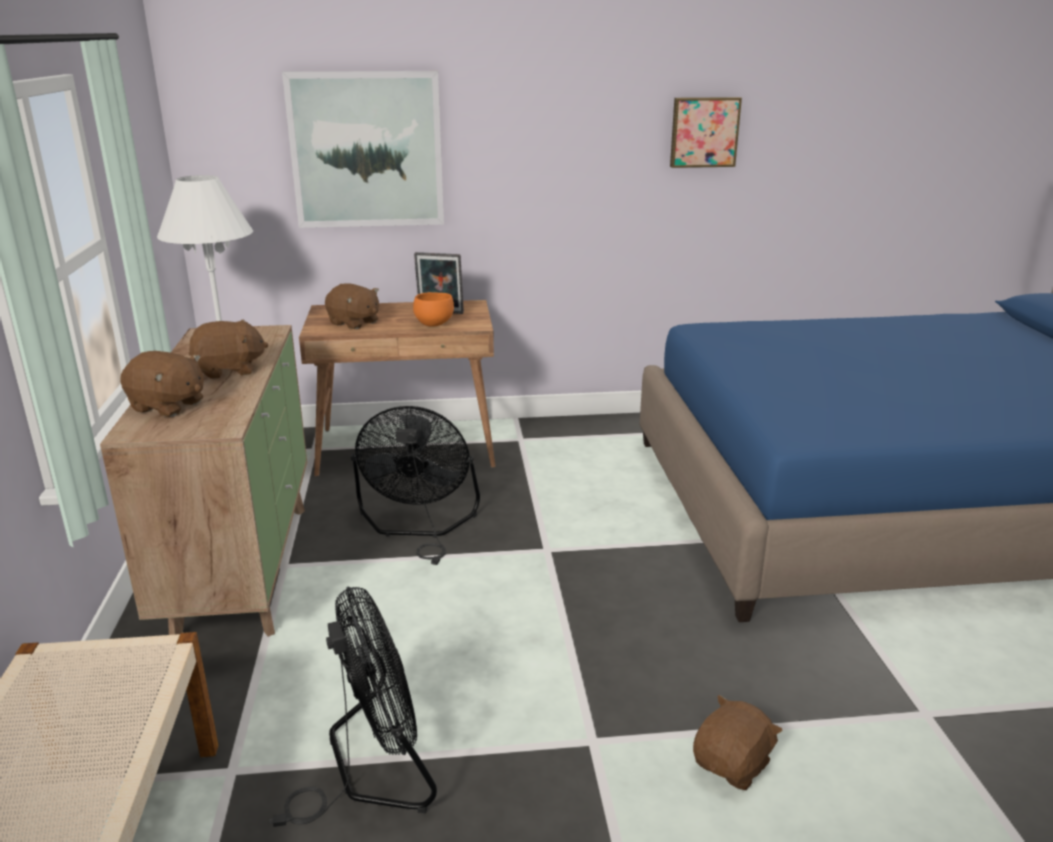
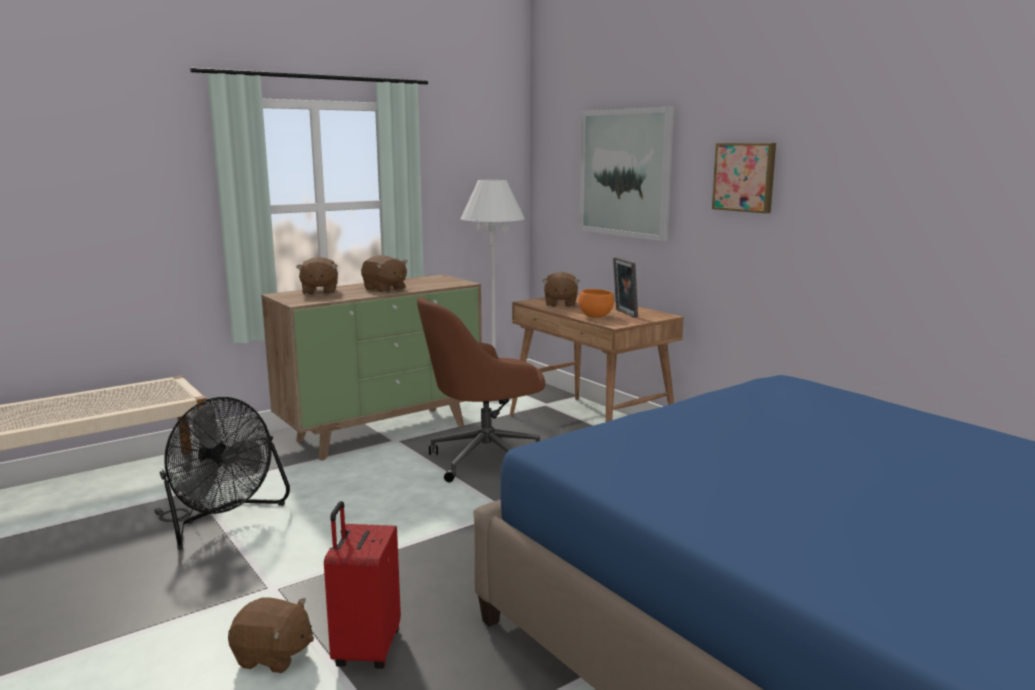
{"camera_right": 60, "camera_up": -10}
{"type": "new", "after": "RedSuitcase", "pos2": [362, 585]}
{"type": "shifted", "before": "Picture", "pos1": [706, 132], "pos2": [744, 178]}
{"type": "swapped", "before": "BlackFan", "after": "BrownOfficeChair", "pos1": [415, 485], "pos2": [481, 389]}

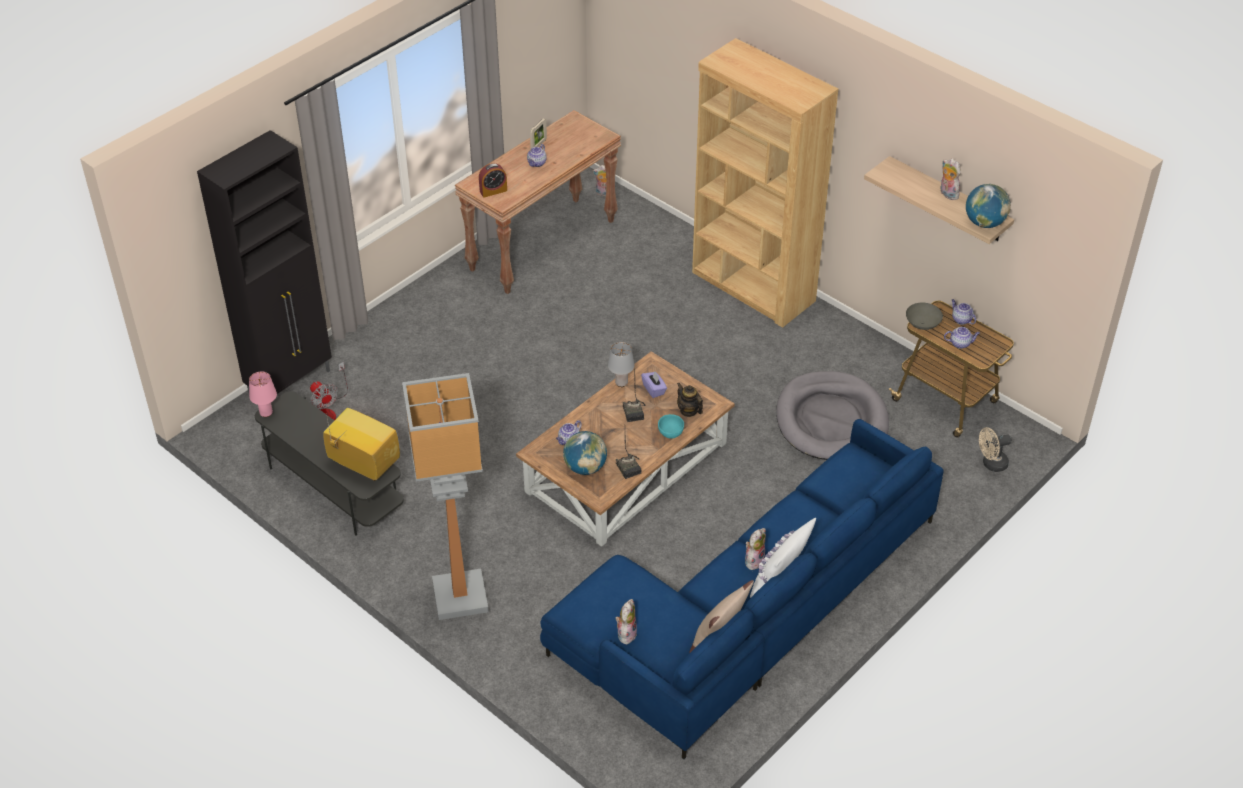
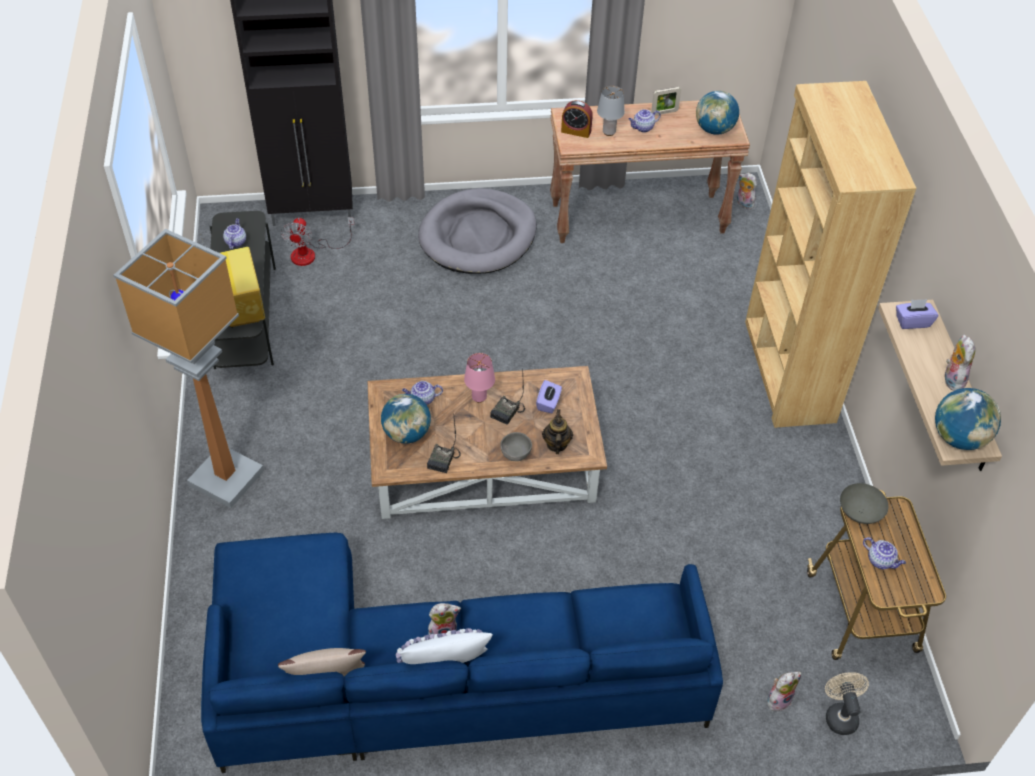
{"camera_right": 40, "camera_up": 5}
{"type": "new", "after": "Globe", "pos2": [717, 113]}
{"type": "new", "after": "PurpleTissueBox", "pos2": [917, 314]}
{"type": "shifted", "before": "PinkTableLamp", "pos1": [263, 394], "pos2": [479, 378]}
{"type": "shifted", "before": "GreyTableLamp", "pos1": [621, 364], "pos2": [611, 111]}
{"type": "shifted", "before": "PlushToy", "pos1": [626, 621], "pos2": [784, 691]}
{"type": "shifted", "before": "GreyDogBed", "pos1": [832, 415], "pos2": [477, 231]}
{"type": "shifted", "before": "Teapot", "pos1": [964, 312], "pos2": [234, 233]}
{"type": "repainted", "before": "TurquoiseBowl", "after": "GreyBowl", "pos1": [671, 426], "pos2": [516, 446]}
{"type": "rotated", "before": "BeigeFan", "pos1": [995, 449], "pos2": [847, 703], "turn": 60}

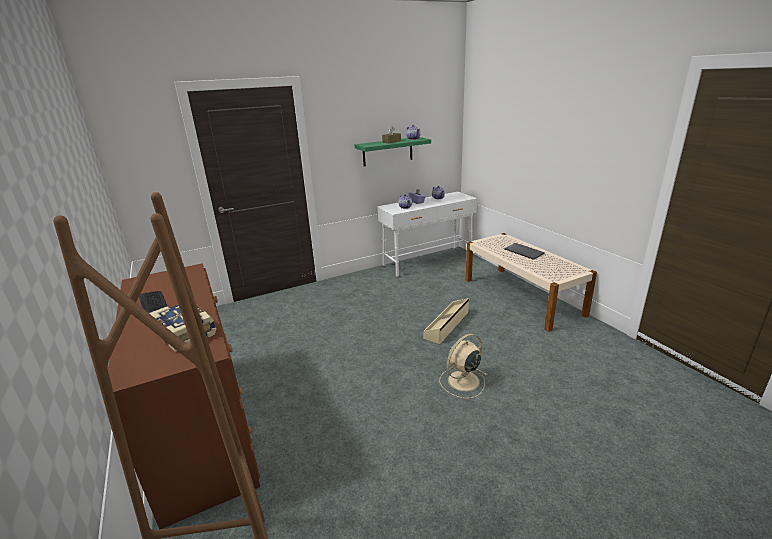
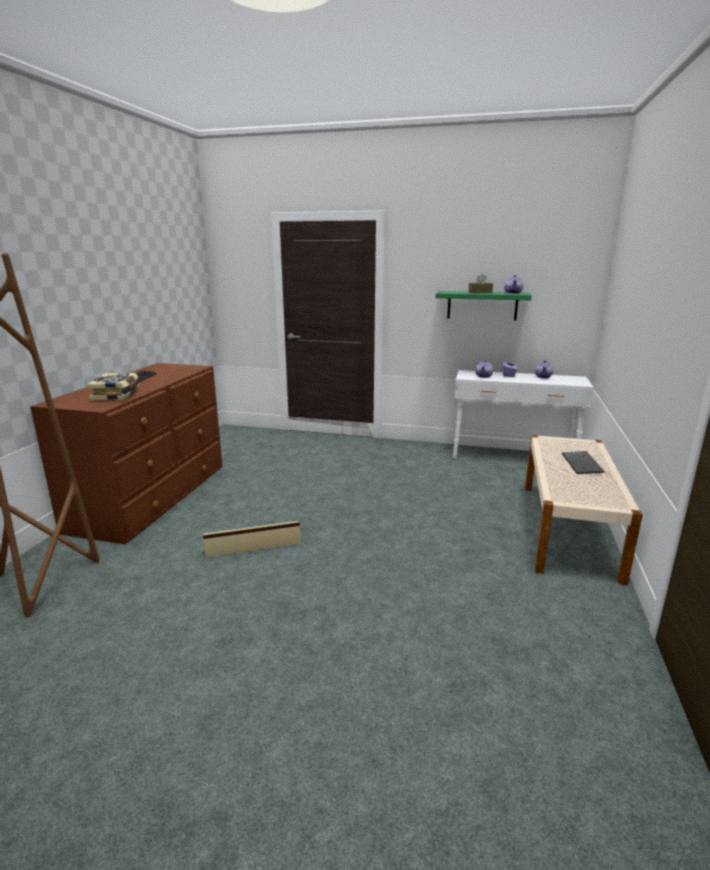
{"camera_right": 40, "camera_up": -5}
{"type": "gone", "before": "BeigeFan", "pos1": [462, 366]}
{"type": "shifted", "before": "BeigeStorageBox", "pos1": [446, 321], "pos2": [251, 539]}

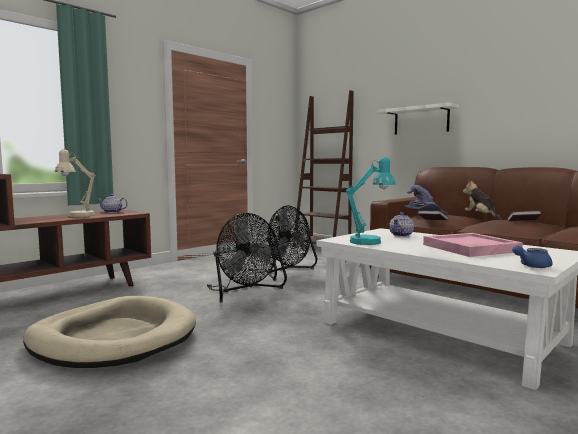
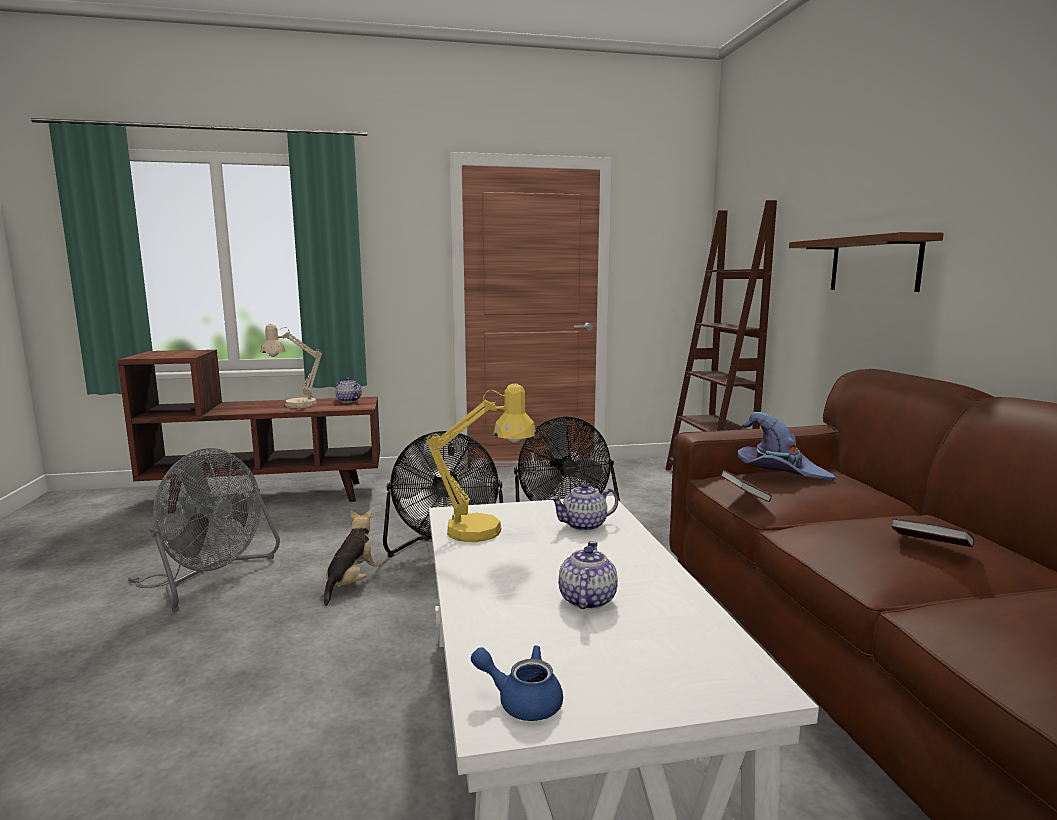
{"camera_right": 35, "camera_up": 5}
{"type": "shifted", "before": "PlushToy", "pos1": [482, 200], "pos2": [352, 558]}
{"type": "swapped", "before": "BeigeDogBed", "after": "GreyFan", "pos1": [109, 332], "pos2": [204, 530]}
{"type": "swapped", "before": "PinkTray", "after": "Teapot", "pos1": [473, 245], "pos2": [588, 575]}
{"type": "repainted", "before": "TurquoiseTableLamp", "after": "YellowTableLamp", "pos1": [371, 201], "pos2": [481, 463]}
{"type": "repainted", "before": "WhiteShelf", "after": "BrownShelf", "pos1": [418, 118], "pos2": [866, 262]}

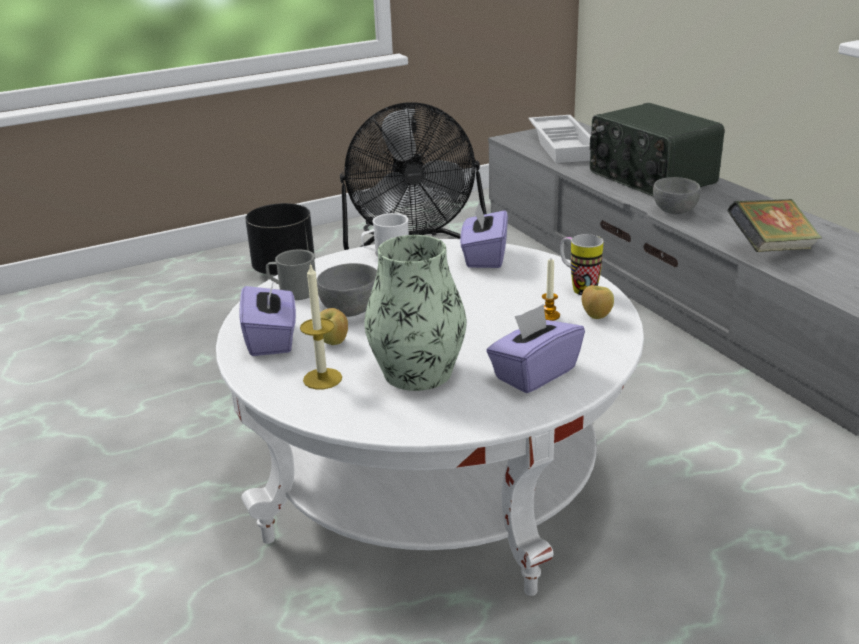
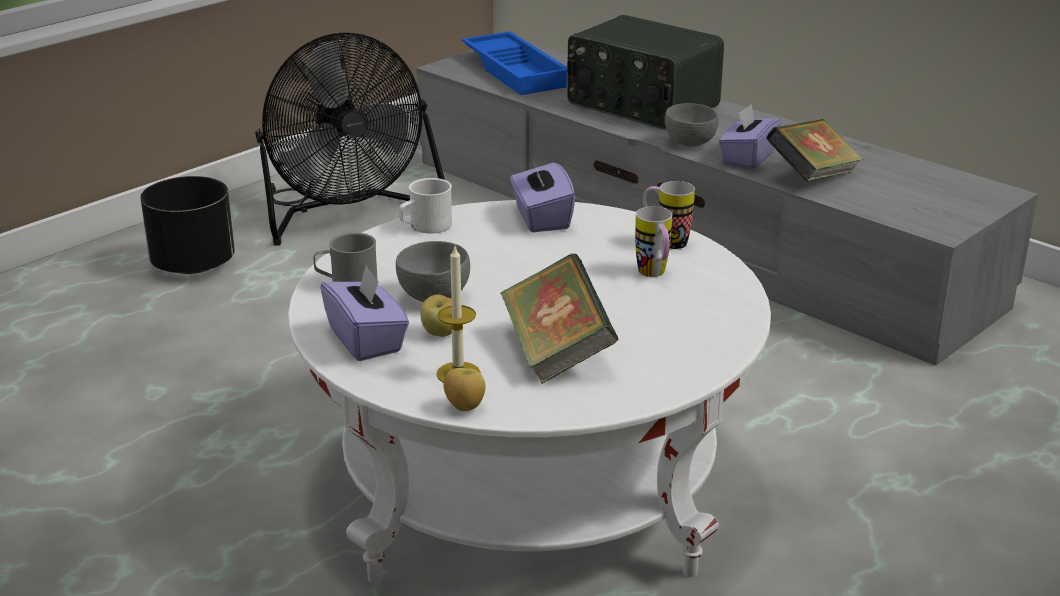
{"camera_right": -20, "camera_up": 0}
{"type": "shifted", "before": "PurpleTissueBox", "pos1": [535, 348], "pos2": [749, 136]}
{"type": "shifted", "before": "Apple", "pos1": [598, 302], "pos2": [464, 389]}
{"type": "swapped", "before": "Vase", "after": "Book", "pos1": [415, 313], "pos2": [559, 318]}
{"type": "swapped", "before": "Candle", "after": "Mug", "pos1": [551, 290], "pos2": [653, 241]}
{"type": "repainted", "before": "WhiteTray", "after": "BlueTray", "pos1": [560, 139], "pos2": [514, 63]}

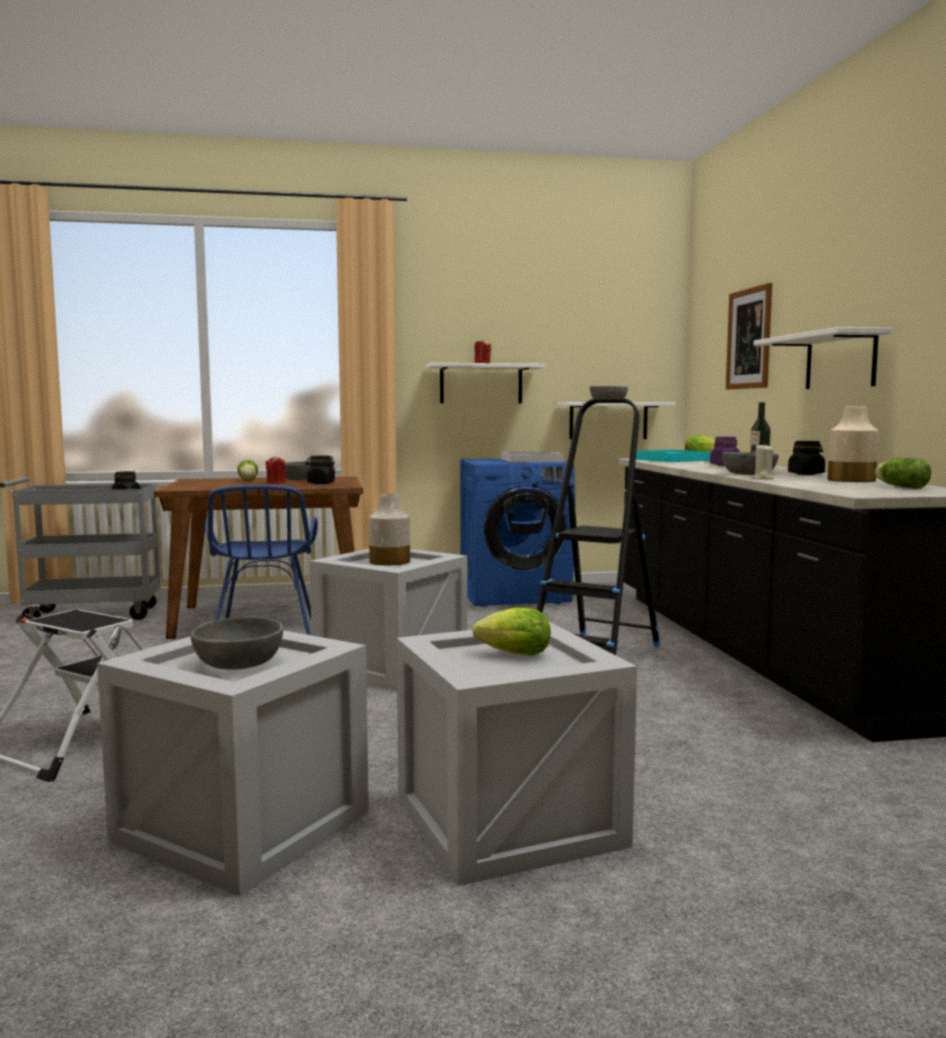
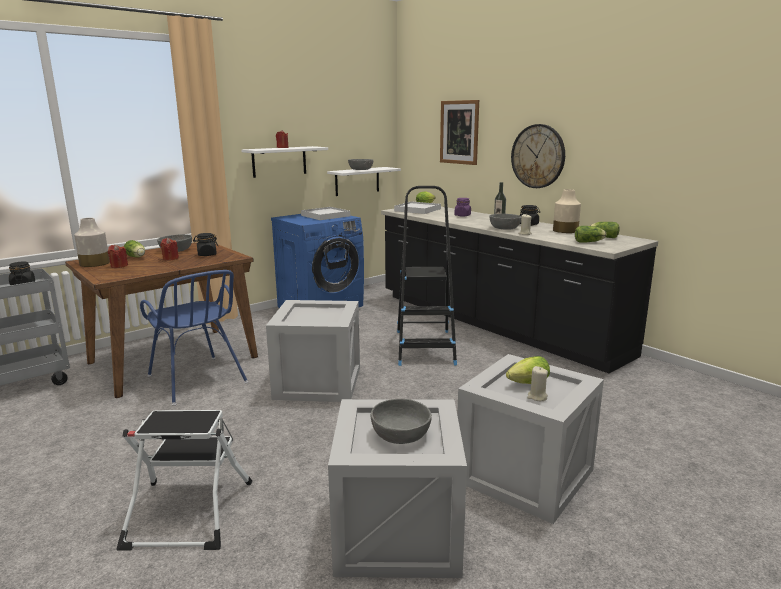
{"camera_right": -30, "camera_up": 10}
{"type": "new", "after": "RedCandle", "pos2": [118, 256]}
{"type": "new", "after": "BeigeCandle", "pos2": [537, 383]}
{"type": "new", "after": "Lettuce", "pos2": [590, 234]}
{"type": "shifted", "before": "BeigeVase", "pos1": [389, 529], "pos2": [92, 242]}
{"type": "swapped", "before": "WhiteShelf", "after": "WallClock", "pos1": [823, 358], "pos2": [538, 156]}
{"type": "repainted", "before": "TurquoiseTray", "after": "WhiteTray", "pos1": [673, 456], "pos2": [417, 207]}

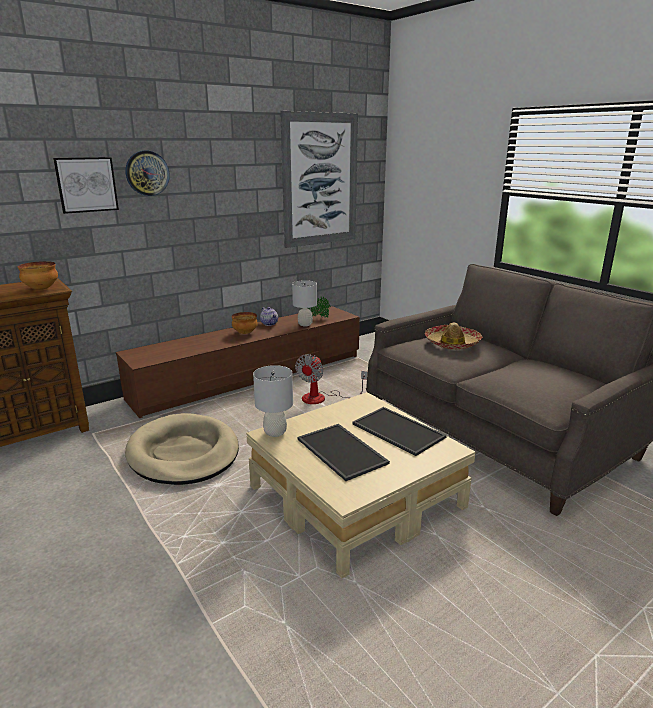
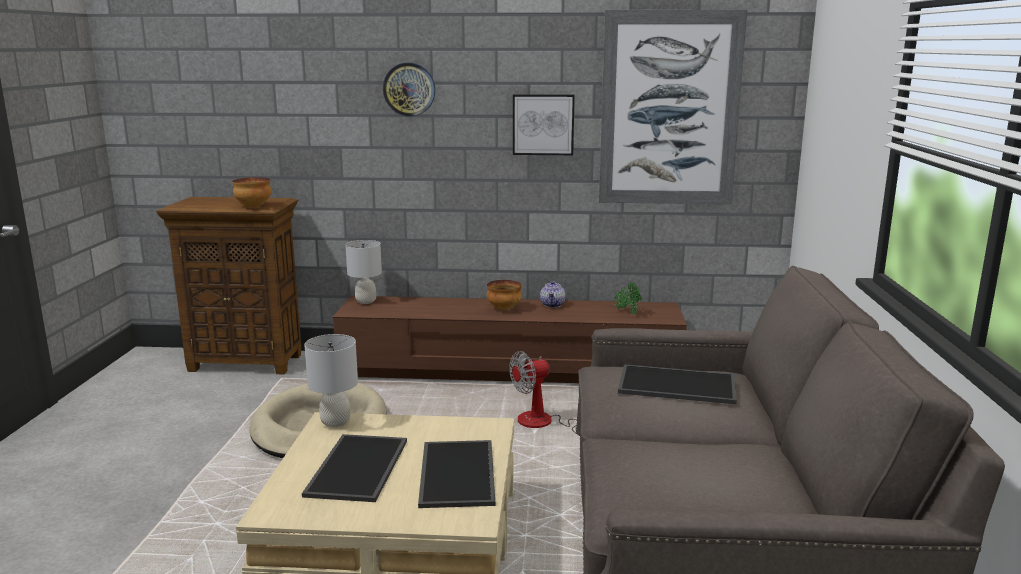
{"camera_right": 40, "camera_up": -5}
{"type": "shifted", "before": "Picture", "pos1": [86, 185], "pos2": [544, 124]}
{"type": "shifted", "before": "GreyTableLamp", "pos1": [304, 303], "pos2": [363, 272]}
{"type": "swapped", "before": "Hat", "after": "Tray", "pos1": [453, 336], "pos2": [677, 384]}

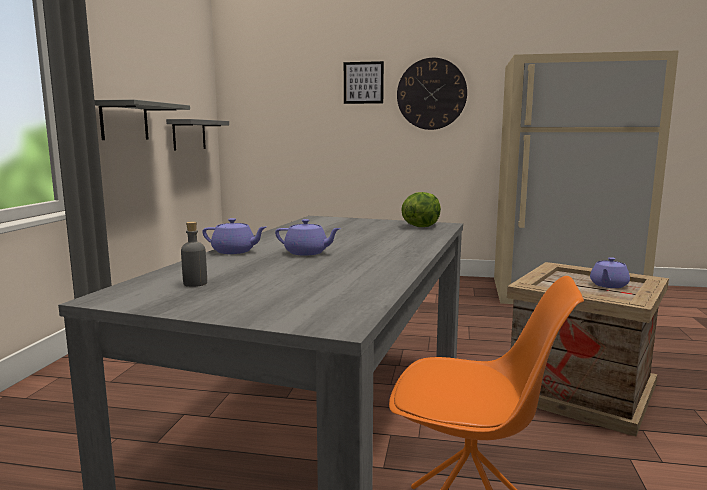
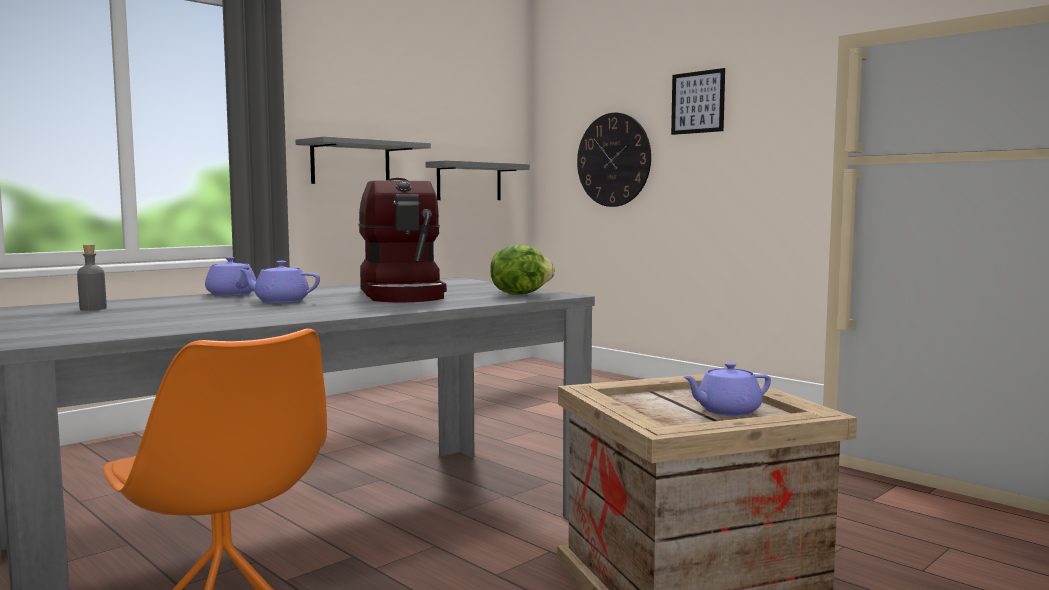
{"camera_right": 35, "camera_up": -5}
{"type": "new", "after": "CoffeeMachine", "pos2": [402, 240]}
{"type": "shifted", "before": "WallClock", "pos1": [432, 94], "pos2": [614, 159]}
{"type": "rotated", "before": "PurpleTeapot", "pos1": [308, 237], "pos2": [279, 282], "turn": 135}

